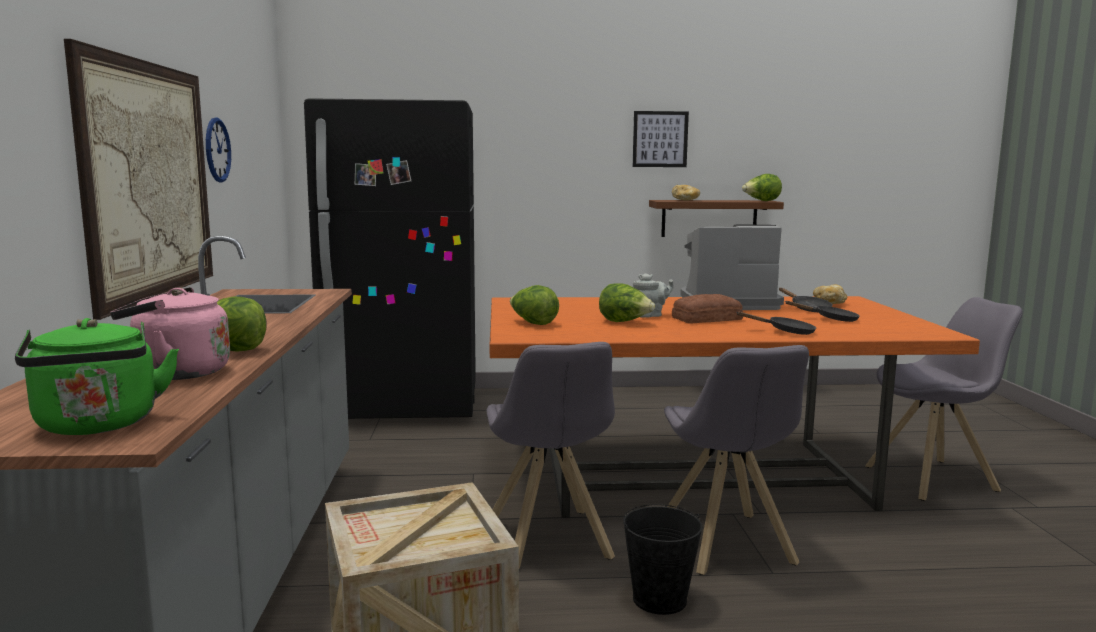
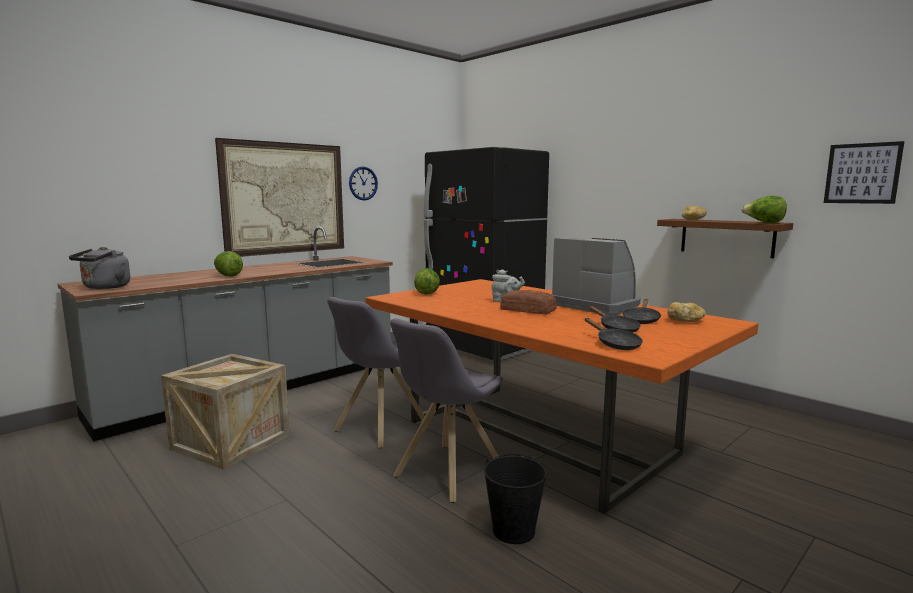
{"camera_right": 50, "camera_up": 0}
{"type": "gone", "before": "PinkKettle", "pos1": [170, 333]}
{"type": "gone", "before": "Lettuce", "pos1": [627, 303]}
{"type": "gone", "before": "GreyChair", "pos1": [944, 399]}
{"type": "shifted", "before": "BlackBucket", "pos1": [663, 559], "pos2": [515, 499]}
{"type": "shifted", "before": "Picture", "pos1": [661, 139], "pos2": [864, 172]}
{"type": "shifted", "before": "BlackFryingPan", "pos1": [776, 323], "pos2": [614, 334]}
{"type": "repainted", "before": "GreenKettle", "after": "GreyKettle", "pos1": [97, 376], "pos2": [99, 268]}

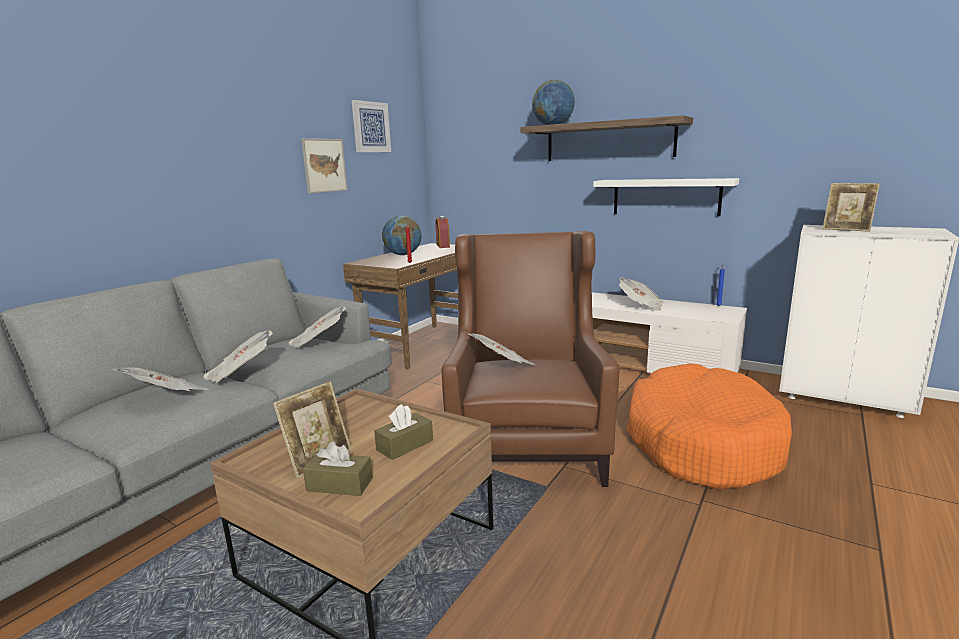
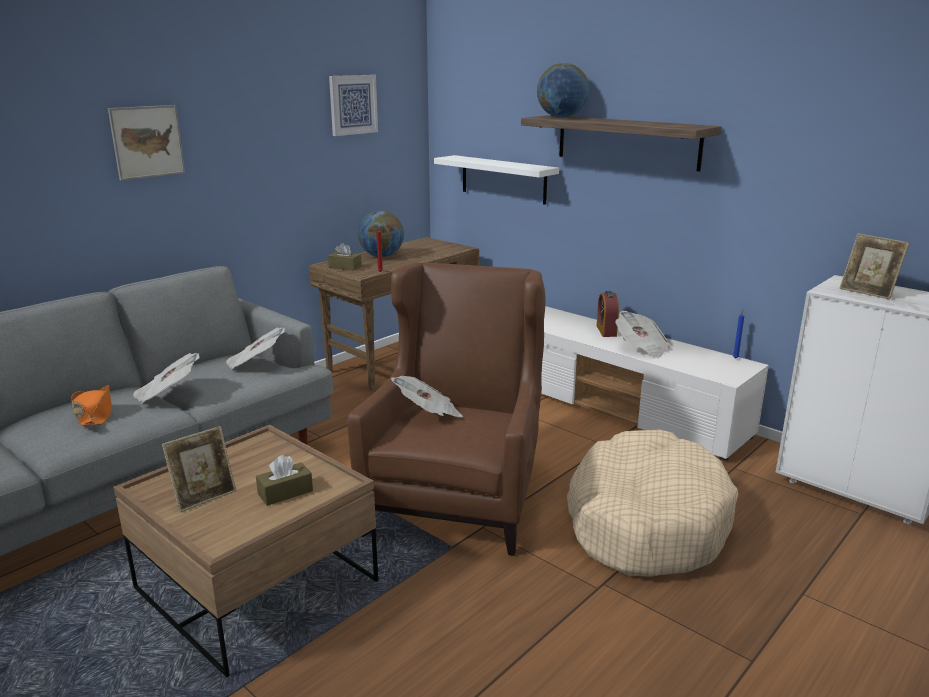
{"camera_right": 10, "camera_up": 5}
{"type": "shifted", "before": "Picture", "pos1": [324, 166], "pos2": [146, 143]}
{"type": "shifted", "before": "BrownTissueBox", "pos1": [338, 468], "pos2": [345, 256]}
{"type": "shifted", "before": "AlarmClock", "pos1": [443, 232], "pos2": [608, 314]}
{"type": "shifted", "before": "WhiteShelf", "pos1": [666, 197], "pos2": [496, 180]}
{"type": "swapped", "before": "Newspaper", "after": "OrangeHat", "pos1": [160, 379], "pos2": [91, 405]}
{"type": "repainted", "before": "OrangeDogBed", "after": "BeigeDogBed", "pos1": [709, 427], "pos2": [652, 503]}

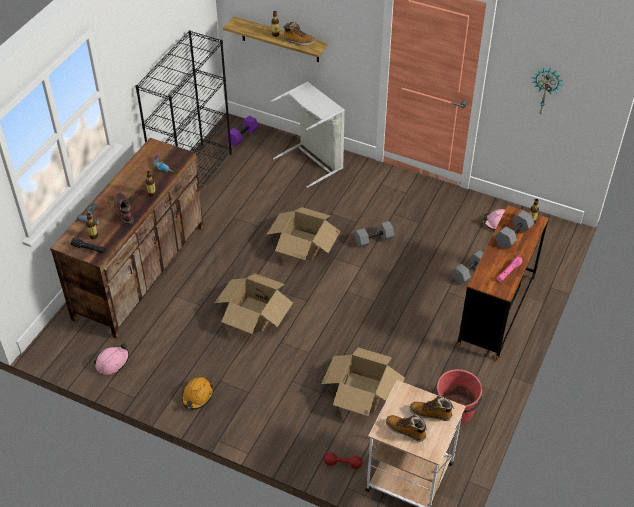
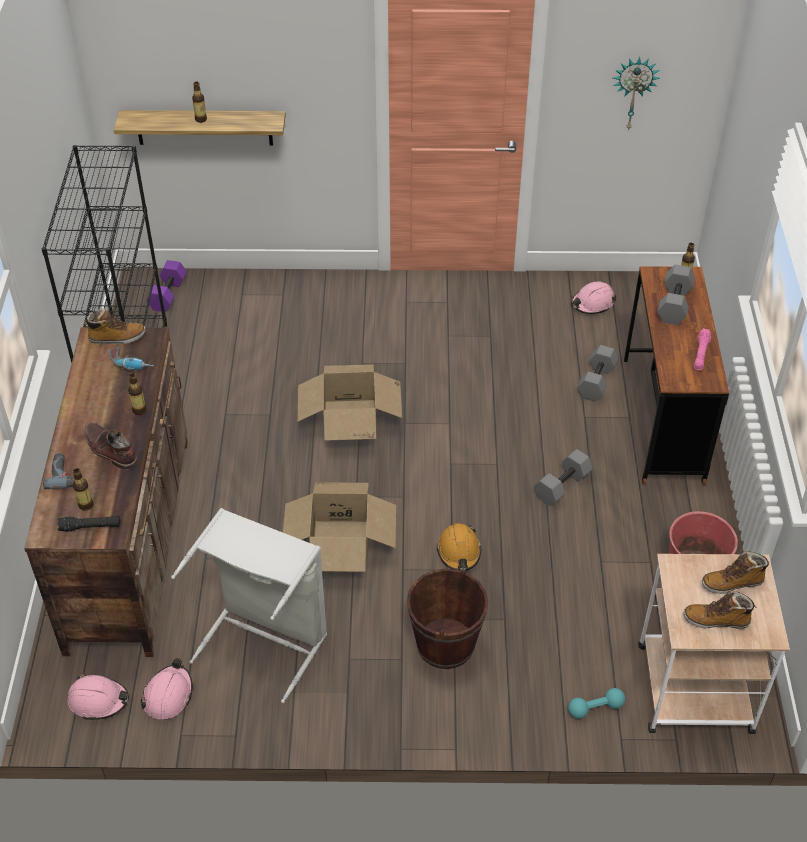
{"camera_right": -25, "camera_up": 0}
{"type": "gone", "before": "CardboardBox", "pos1": [363, 382]}
{"type": "new", "after": "PinkHardHat", "pos2": [98, 697]}
{"type": "new", "after": "BrownBucket", "pos2": [447, 618]}
{"type": "shifted", "before": "OrangeHardHat", "pos1": [197, 393], "pos2": [459, 547]}
{"type": "shifted", "before": "GreyLaundryBasket", "pos1": [308, 135], "pos2": [249, 605]}
{"type": "shifted", "before": "Boot", "pos1": [299, 33], "pos2": [115, 326]}
{"type": "shifted", "before": "GreyDumbbell", "pos1": [374, 234], "pos2": [563, 477]}
{"type": "repainted", "before": "RedDumbbell", "after": "TurquoiseDumbbell", "pos1": [343, 460], "pos2": [596, 703]}

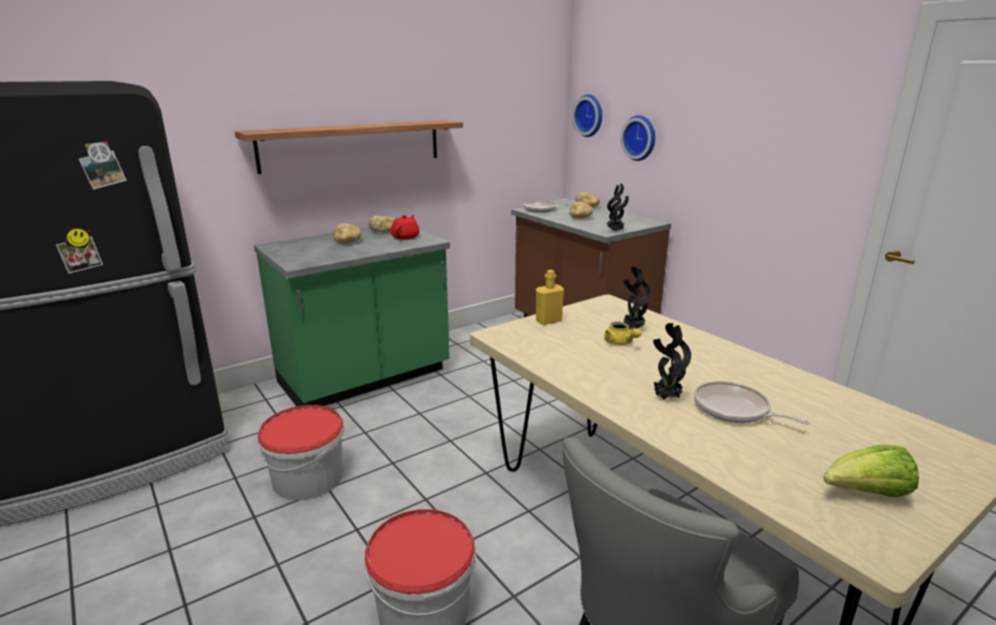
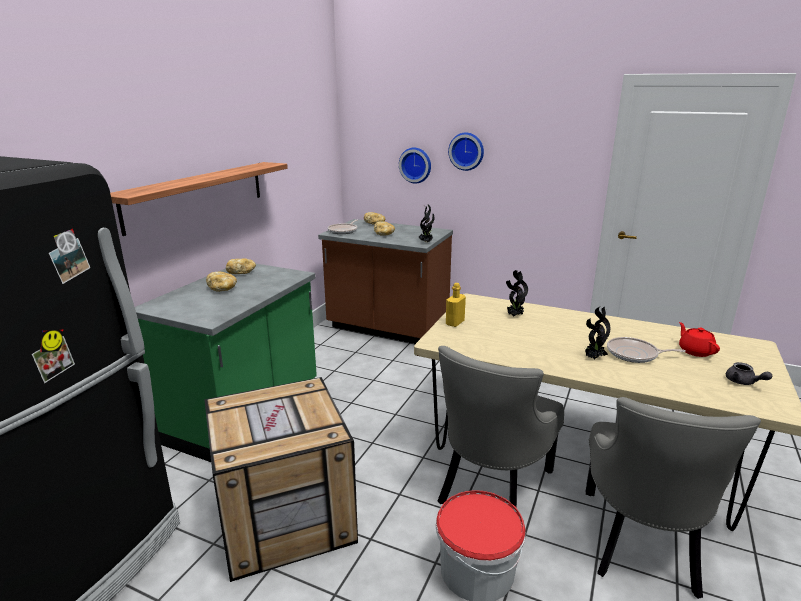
{"camera_right": -30, "camera_up": 0}
{"type": "gone", "before": "YellowTeapot", "pos1": [623, 333]}
{"type": "new", "after": "GreyChair", "pos2": [501, 427]}
{"type": "shifted", "before": "RedTeapot", "pos1": [405, 227], "pos2": [699, 339]}
{"type": "shifted", "before": "WallClock", "pos1": [587, 115], "pos2": [466, 151]}
{"type": "swapped", "before": "Bucket", "after": "Crate", "pos1": [301, 452], "pos2": [281, 479]}
{"type": "swapped", "before": "Lettuce", "after": "GreyTeapot", "pos1": [871, 471], "pos2": [749, 373]}

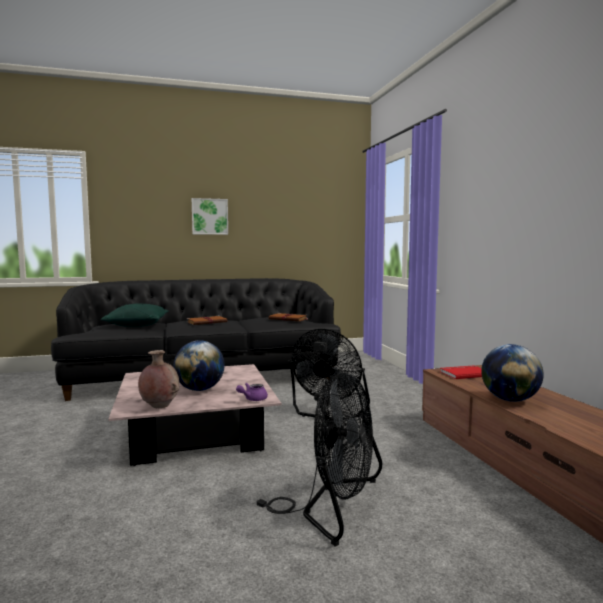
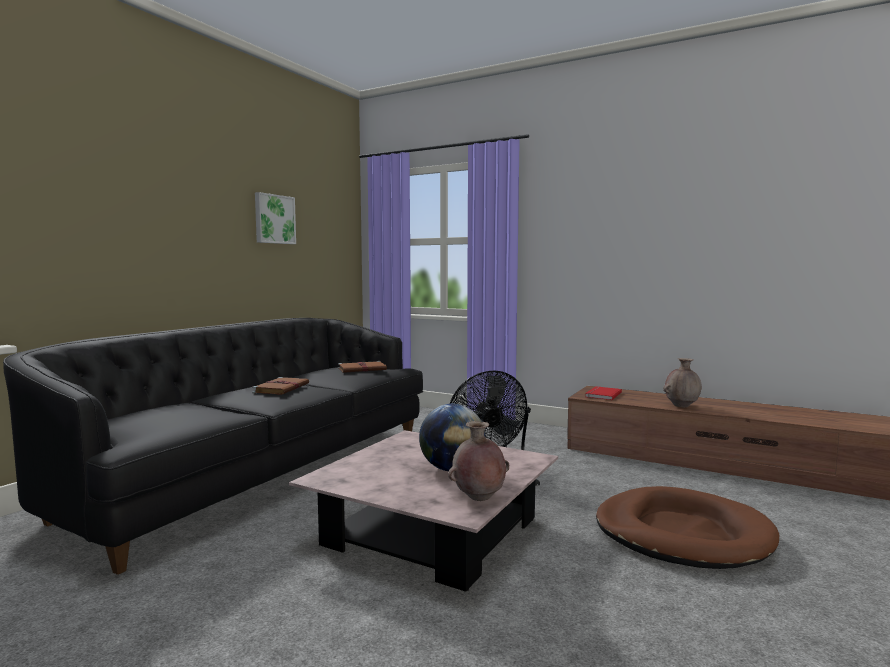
{"camera_right": -45, "camera_up": 0}
{"type": "gone", "before": "GreenPillow", "pos1": [135, 315]}
{"type": "gone", "before": "PurpleTeapot", "pos1": [252, 392]}
{"type": "shifted", "before": "Picture", "pos1": [210, 216], "pos2": [275, 218]}
{"type": "swapped", "before": "BlackFan", "after": "BrownDogBed", "pos1": [319, 460], "pos2": [687, 527]}
{"type": "swapped", "before": "Globe", "after": "BrownVase", "pos1": [512, 373], "pos2": [682, 383]}

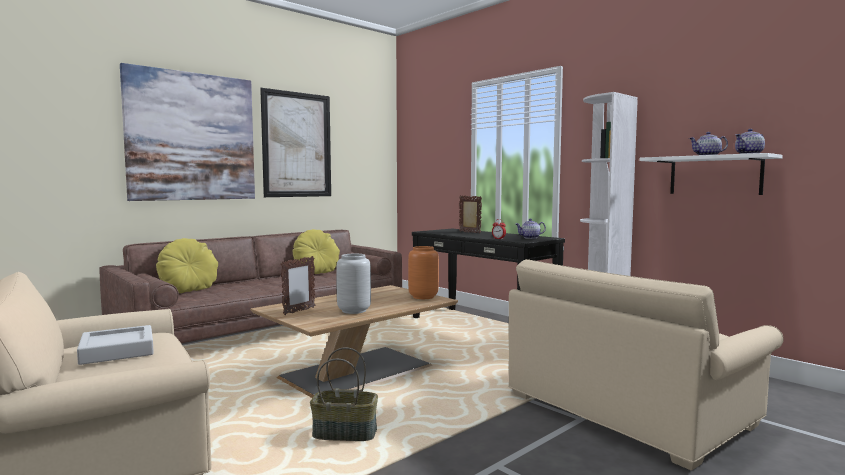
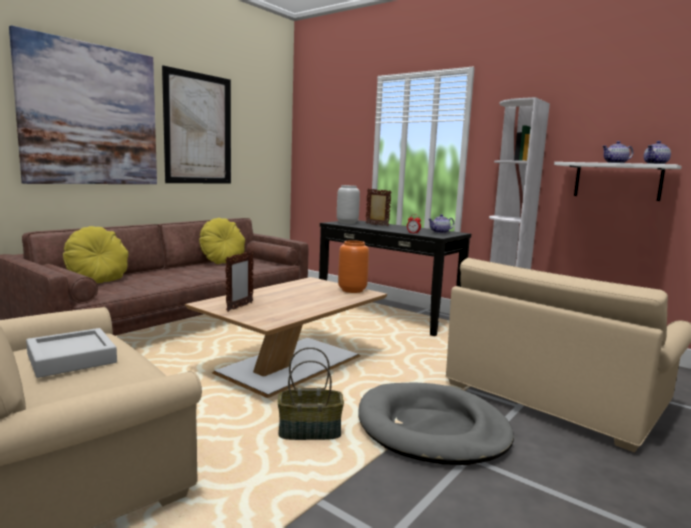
{"camera_right": -10, "camera_up": 5}
{"type": "new", "after": "GreyDogBed", "pos2": [436, 423]}
{"type": "shifted", "before": "GreyVase", "pos1": [353, 284], "pos2": [348, 204]}

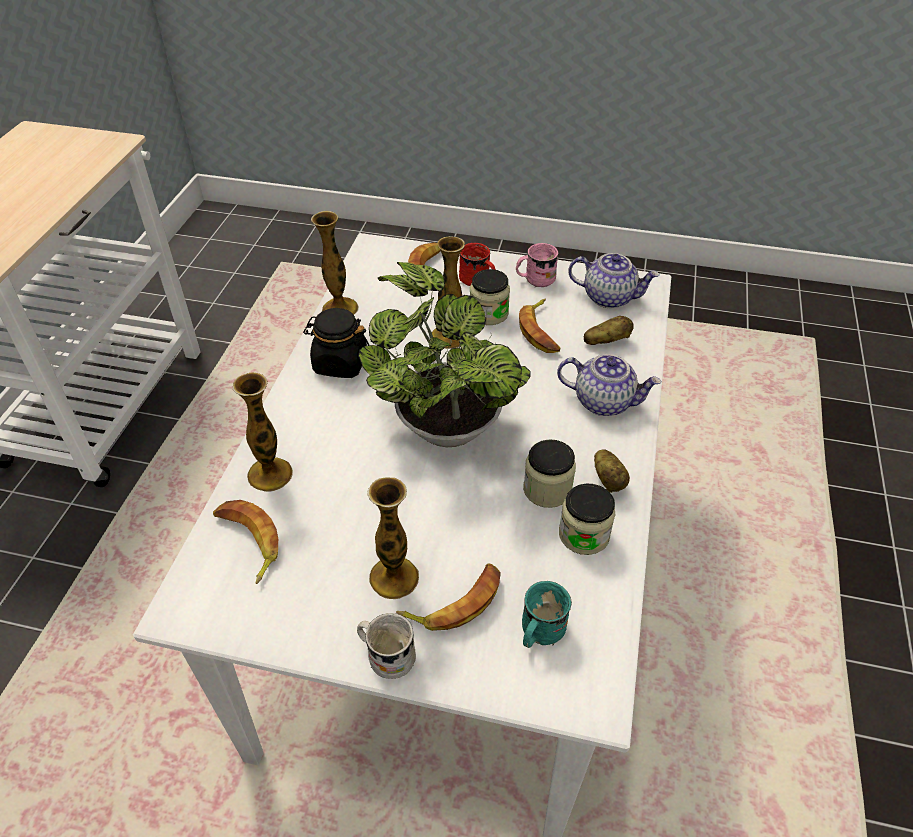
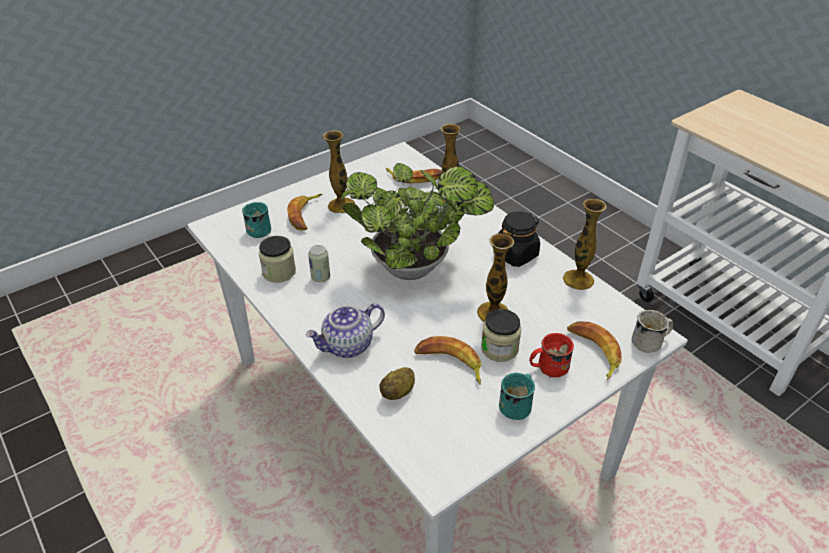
{"camera_right": 130, "camera_up": -5}
{"type": "gone", "before": "Teapot", "pos1": [614, 280]}
{"type": "gone", "before": "Potato", "pos1": [612, 471]}
{"type": "shifted", "before": "WhiteMug", "pos1": [386, 646], "pos2": [652, 331]}
{"type": "swapped", "before": "Jar", "after": "Can", "pos1": [549, 473], "pos2": [319, 263]}
{"type": "repainted", "before": "PinkMug", "after": "TurquoiseMug", "pos1": [537, 265], "pos2": [517, 396]}

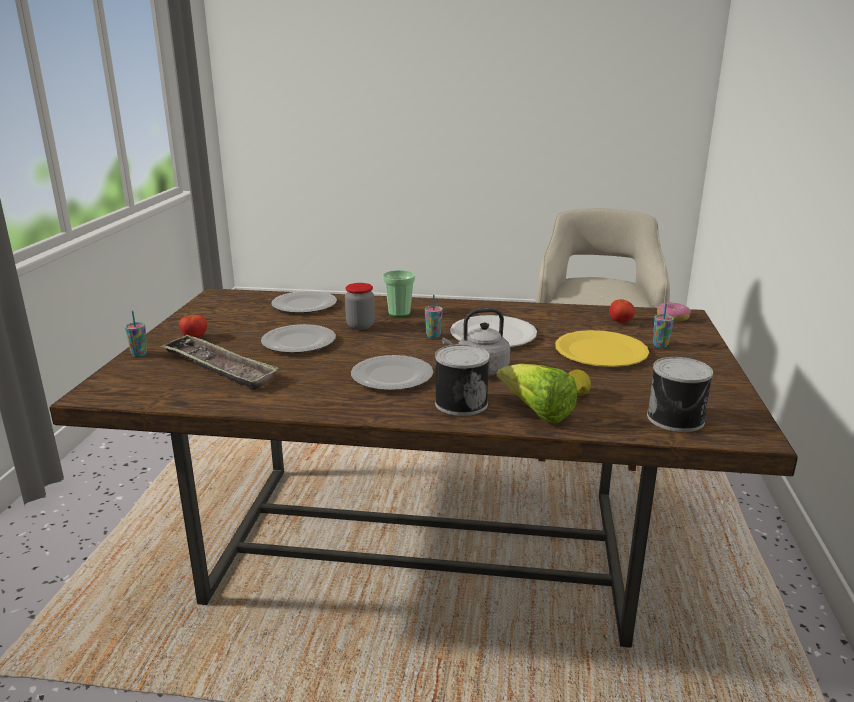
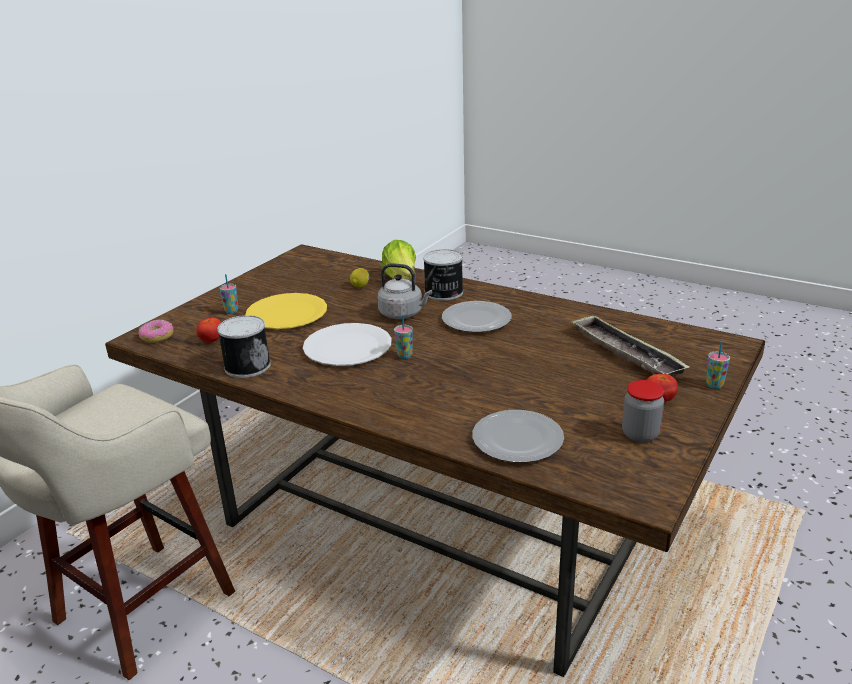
{"camera_right": -155, "camera_up": 5}
{"type": "gone", "before": "Plate", "pos1": [298, 338]}
{"type": "gone", "before": "Cup", "pos1": [398, 293]}
{"type": "shifted", "before": "Jar", "pos1": [360, 306], "pos2": [643, 411]}
{"type": "shifted", "before": "Can", "pos1": [680, 394], "pos2": [244, 346]}

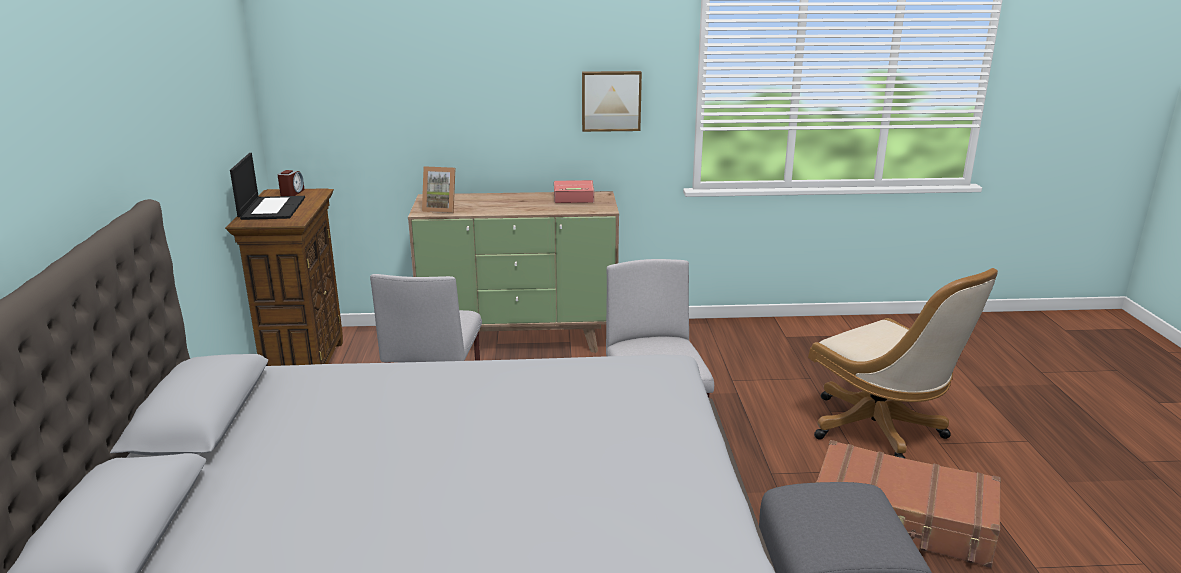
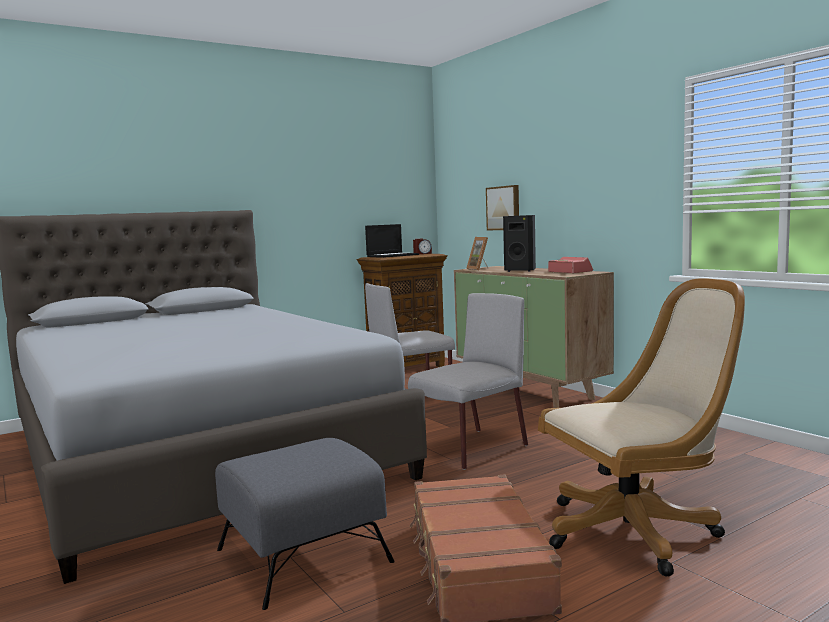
{"camera_right": 60, "camera_up": -15}
{"type": "new", "after": "BlackSpeaker", "pos2": [519, 243]}
{"type": "shifted", "before": "Picture", "pos1": [612, 101], "pos2": [502, 207]}
{"type": "rotated", "before": "OfficeChair", "pos1": [903, 363], "pos2": [641, 427], "turn": -135}

